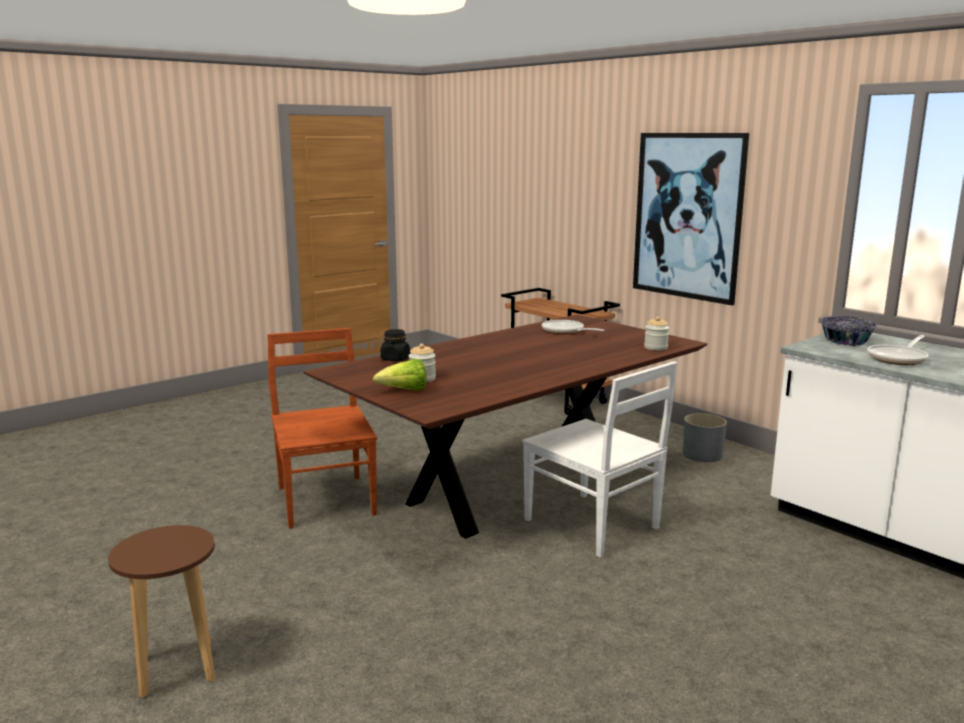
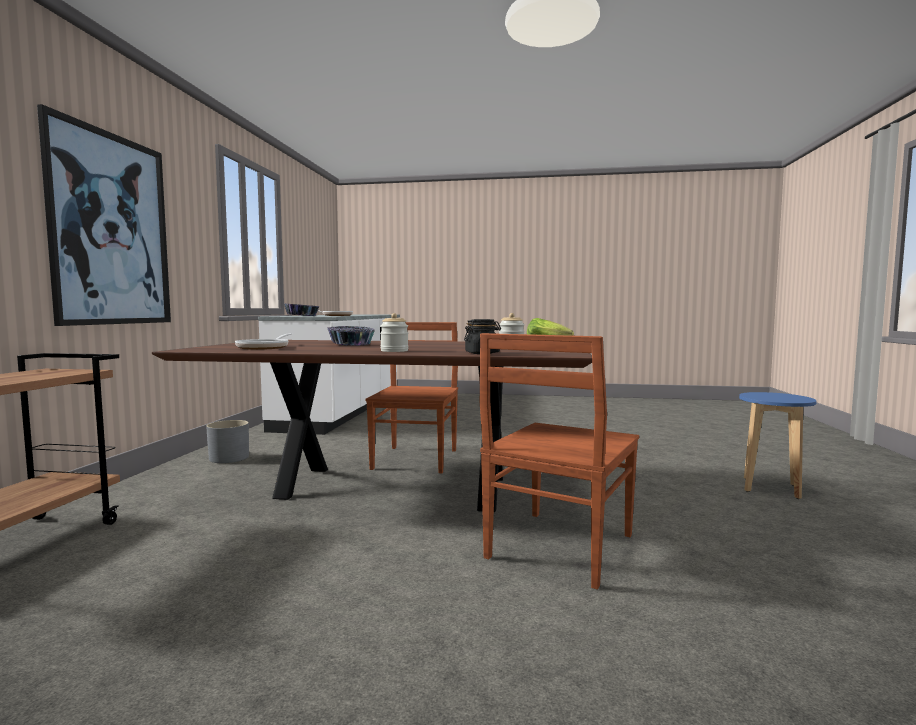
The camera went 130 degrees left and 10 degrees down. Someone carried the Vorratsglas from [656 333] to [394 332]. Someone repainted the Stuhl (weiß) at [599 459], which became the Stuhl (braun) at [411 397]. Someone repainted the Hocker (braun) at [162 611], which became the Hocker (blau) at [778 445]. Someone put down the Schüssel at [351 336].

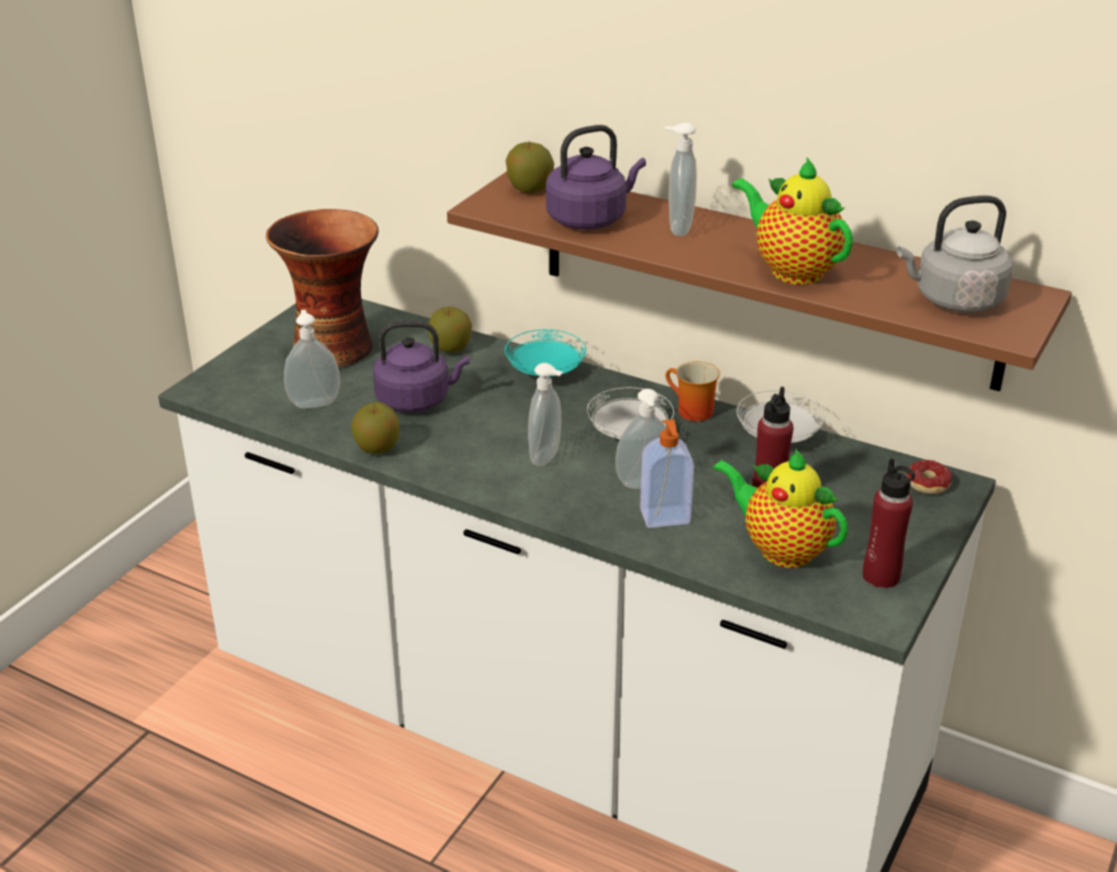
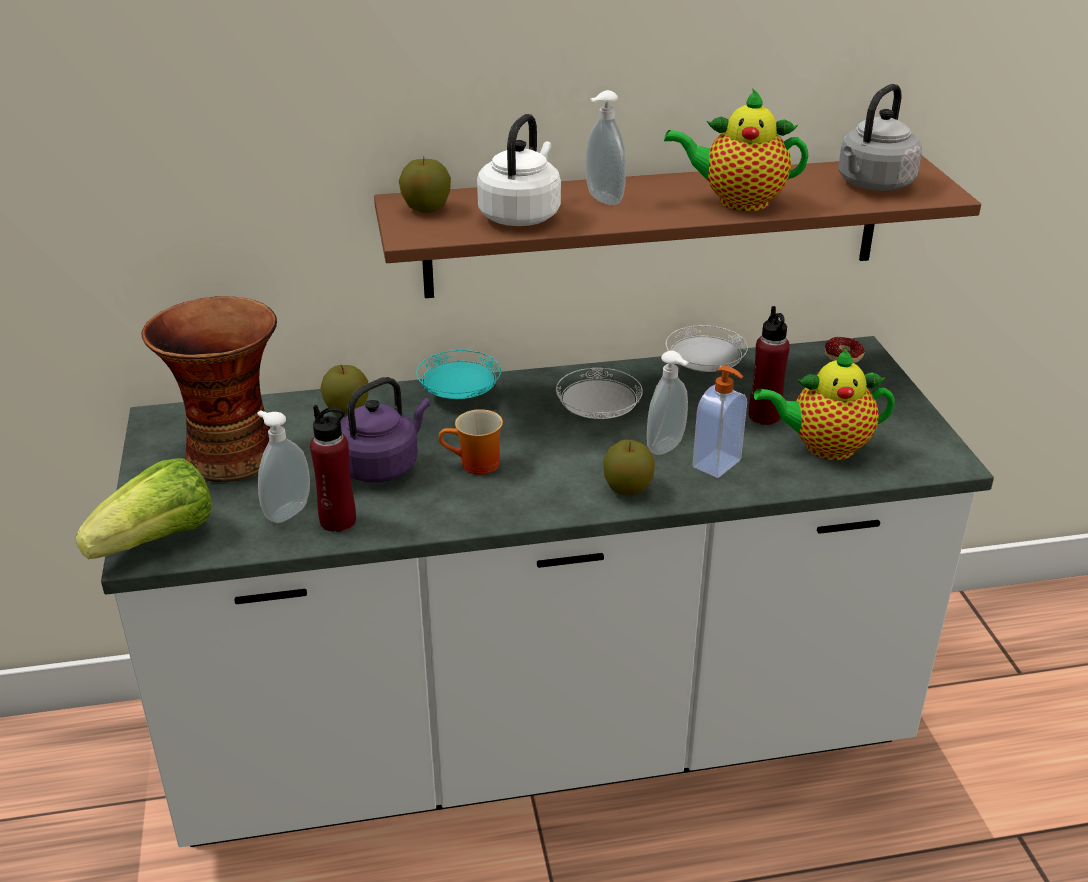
The camera went 40 degrees left and 0 degrees up. Someone repainted the Wasserkessel (lila) at [596 177], which became the Wasserkessel (weiß) at [519 170]. Someone carried the Henkelbecher from [693 391] to [470 442]. Someone took away the Seifenspender at [545 414]. Someone carried the Apfel from [375 428] to [629 468]. Someone carried the Flasche (rot) from [889 523] to [333 468]. Someone put down the Salatkopf at [143 508].

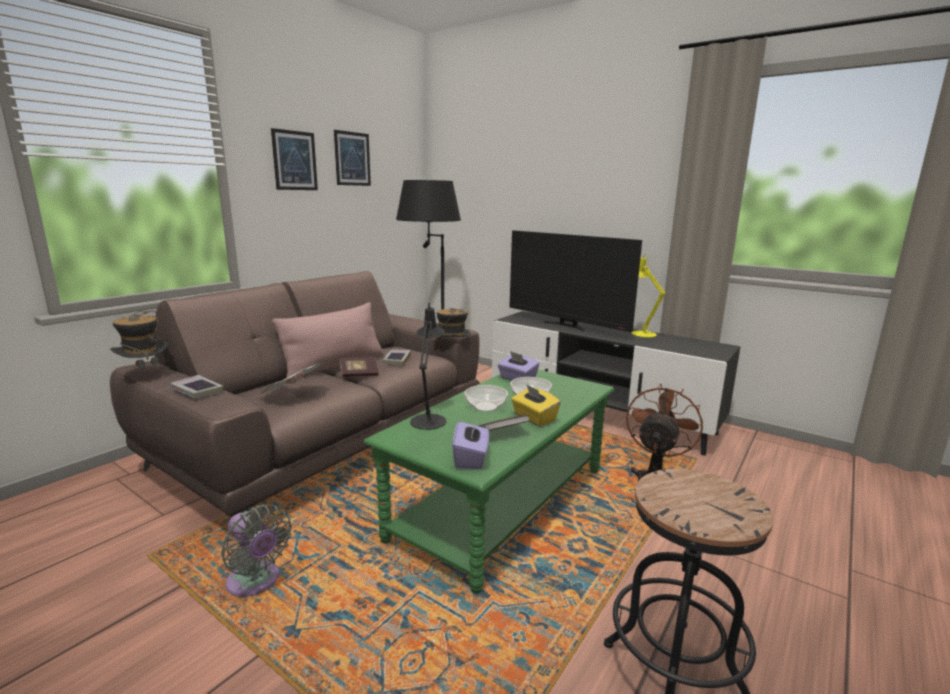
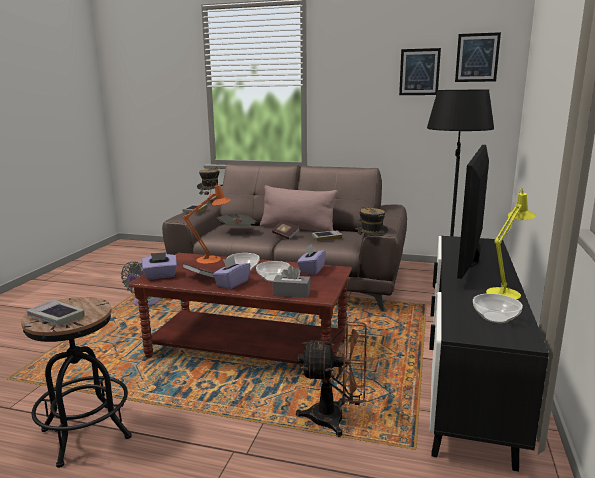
The camera went 70 degrees right and 0 degrees up. Someone carried the Bild from [294 159] to [478 57]. Someone repainted the Tischlampe (schwarz) at [428 366], which became the Tischlampe (orange) at [207 223]. Someone repainted the Couchtisch (grün) at [488 482], which became the Couchtisch (braun) at [240 318]. Someone repainted the Taschentuchbox (gelb) at [536 405], which became the Taschentuchbox (lila) at [232 272]. Someone put down the Taschentuchbox (grau) at [292 281]. Someone put down the Schüssel at [498 308]. Someone put down the Buch at [56 312].

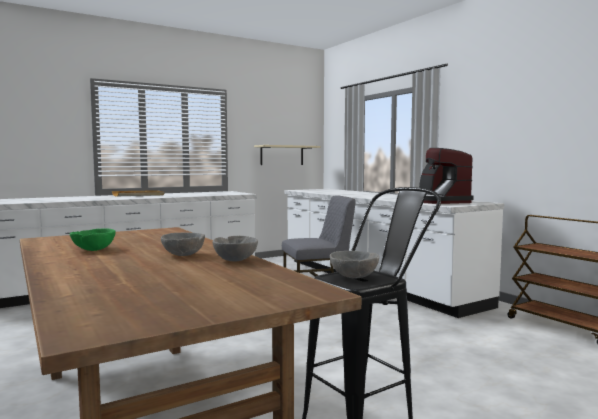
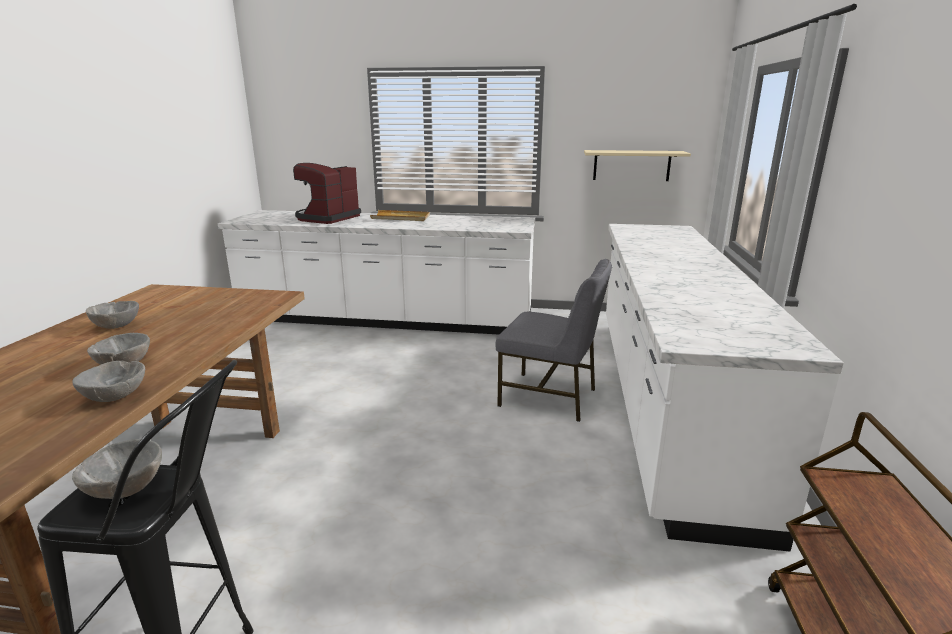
The camera went 40 degrees right and 15 degrees up. Someone carried the Kaffeemaschine from [446 176] to [327 193]. Someone repainted the Schüssel (grün) at [93 240], which became the Schüssel (grau) at [112 315].

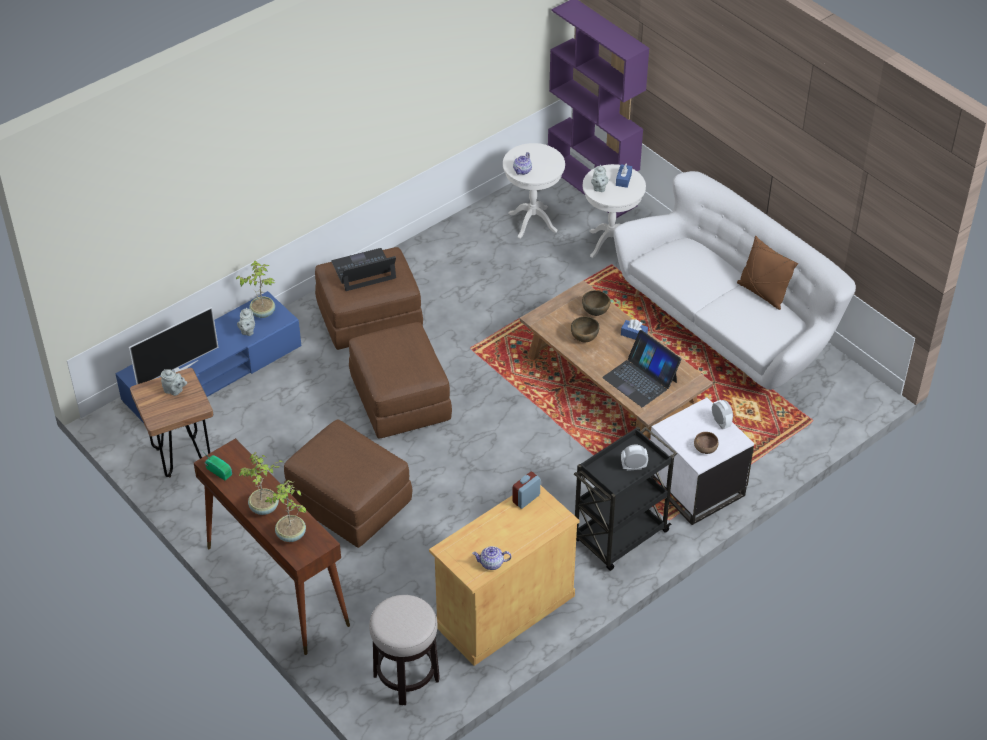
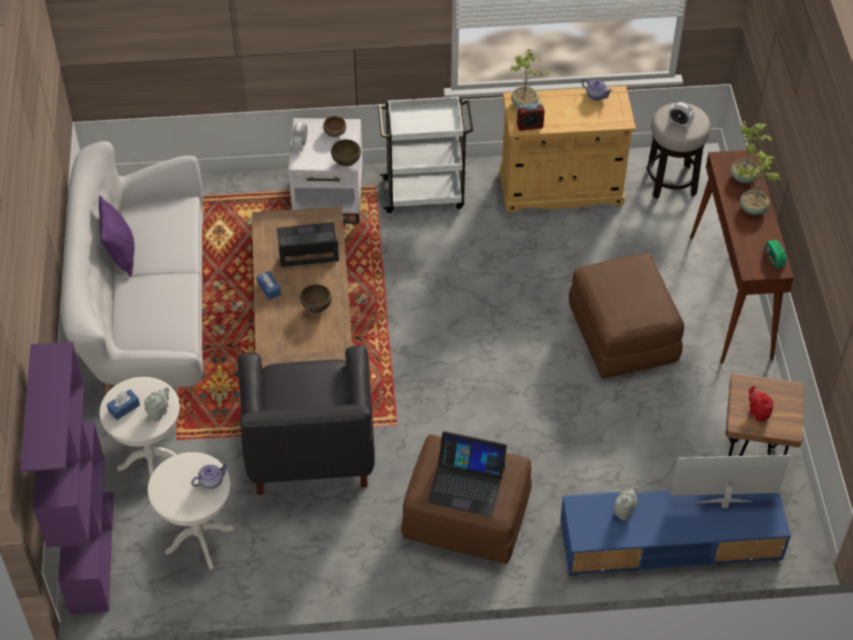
The camera went 145 degrees left and 5 degrees up. Someone repainted the Kissen (braun) at [767 273], which became the Kissen (lila) at [117 236]. Someone carried the Topfpflanze from [255 289] to [529 78]. Someone carried the Schüssel (braun) from [596 303] to [346 152]. Someone took away the Polsterhocker (braun) at [400 380]. Someone rotated the Laptop at [641 368] by 90 degrees counterclockwise. Someone repainted the Teekanne (grau) at [174 382], which became the Teekanne (rot) at [761 404]. Someone repainted the Rollwagen (schwarz) at [625 498], which became the Rollwagen (weiß) at [425 154]. Someone carried the Wecker from [634 458] to [681 115]. Someone put down the Sessel (schwarz) at [306 420].

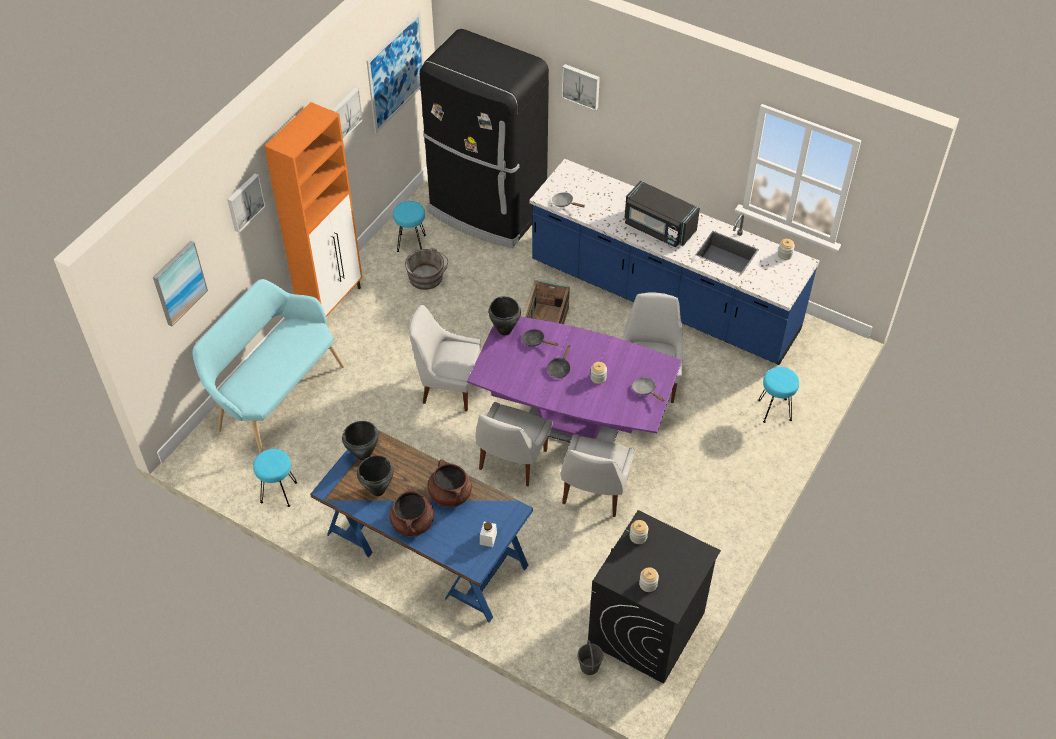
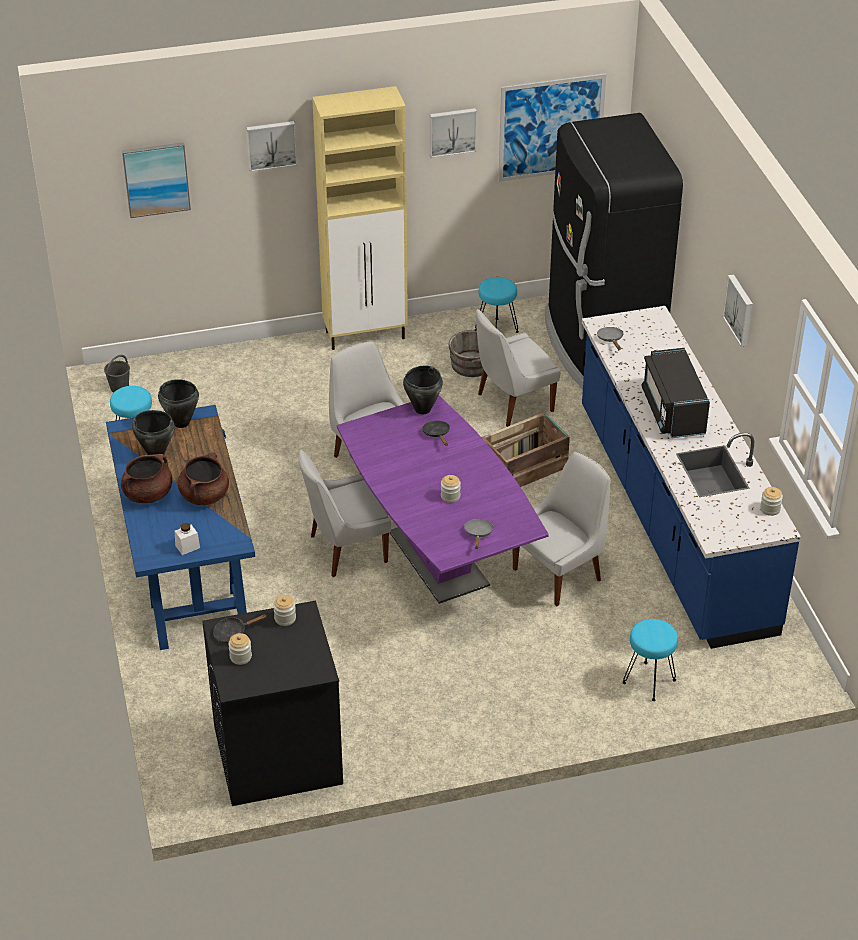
The camera went 45 degrees right and 10 degrees down. Someone carried the Bild from [581 87] to [737 310]. Someone repainted the Schrank (orange) at [313 209], which became the Schrank (beige) at [360 218]. Someone took away the Bank (türkis) at [268 366]. Someone carried the Pfanne (schwarz) from [559 361] to [239 628]. Someone carried the Stuhl (weiß) from [598 475] to [518 368]. Someone carried the Eimer (grau) from [590 657] to [117 374].

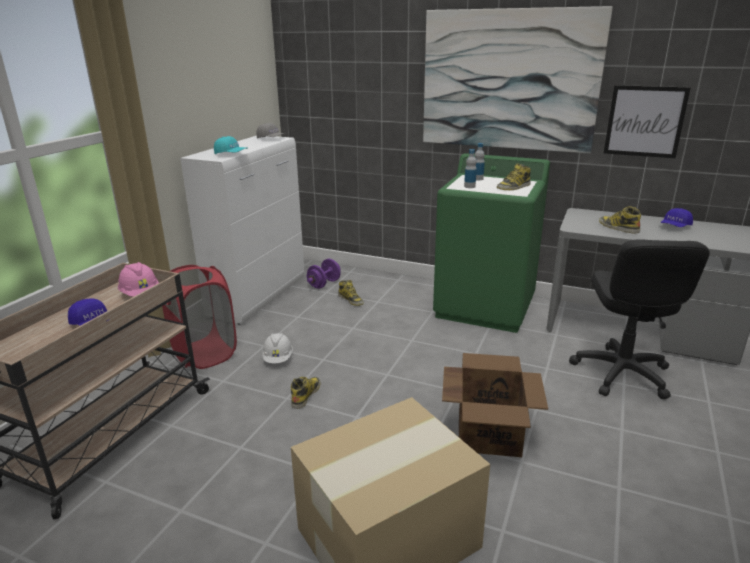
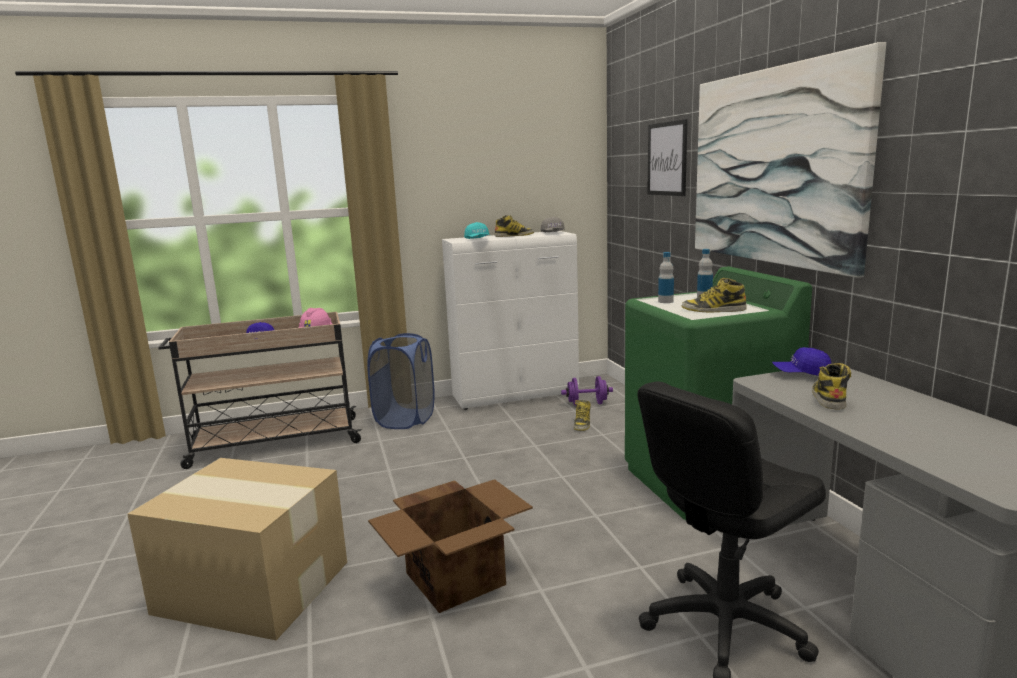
The camera went 50 degrees right and 10 degrees down. Someone carried the Bild from [647 121] to [667 157]. Someone carried the Kappe (blau) from [676 217] to [801 361]. Someone repainted the Wäschekorb (rot) at [199 317], which became the Wäschekorb (blau) at [401 381]. Someone took away the Schutzhelm (weiß) at [277 348]. Someone carried the Stiefel from [306 393] to [514 226].

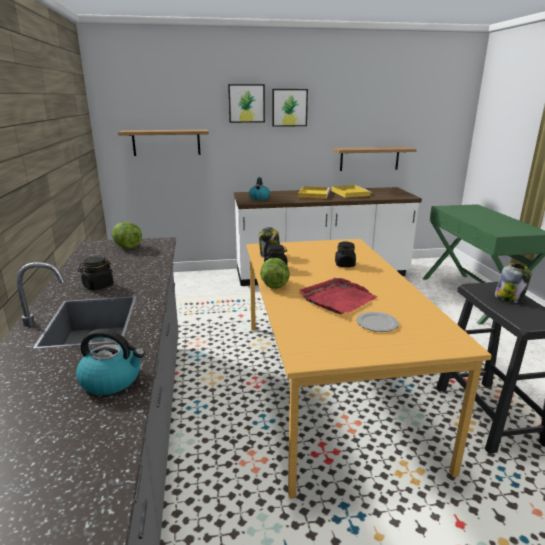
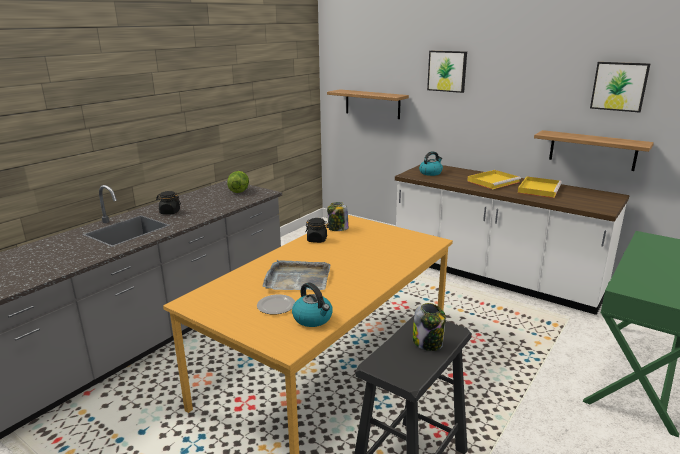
The camera went 45 degrees right and 0 degrees up. Someone carried the Bild from [290 108] to [620 87]. Someone took away the Vorratsglas (schwarz) at [345 254]. Someone took away the Salatkopf at [275 273]. Someone repainted the Tablett (rot) at [339 296], which became the Tablett (grau) at [296 275]. Someone carried the Wasserkessel from [110 362] to [312 304].

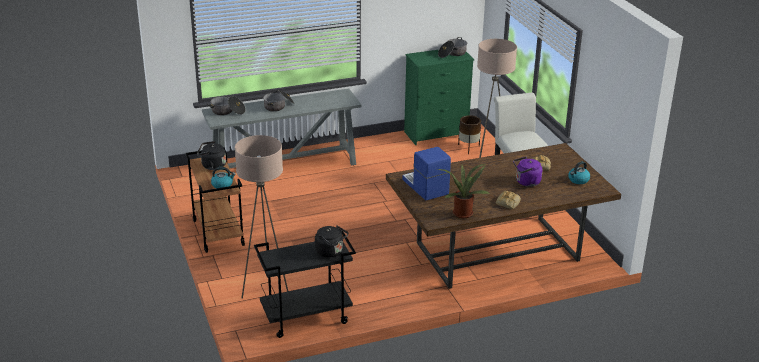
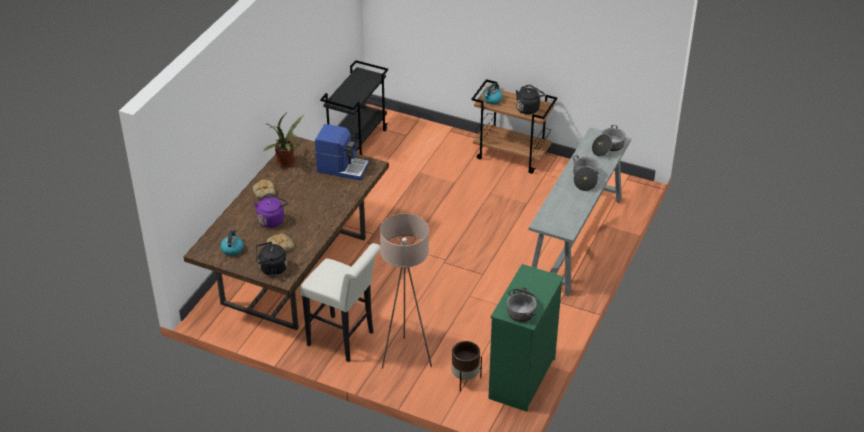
The camera went 135 degrees right and 10 degrees up. Someone took away the Stehlampe (beige) at [261 217]. Someone carried the Wasserkessel (schwarz) from [331 241] to [271 259].

